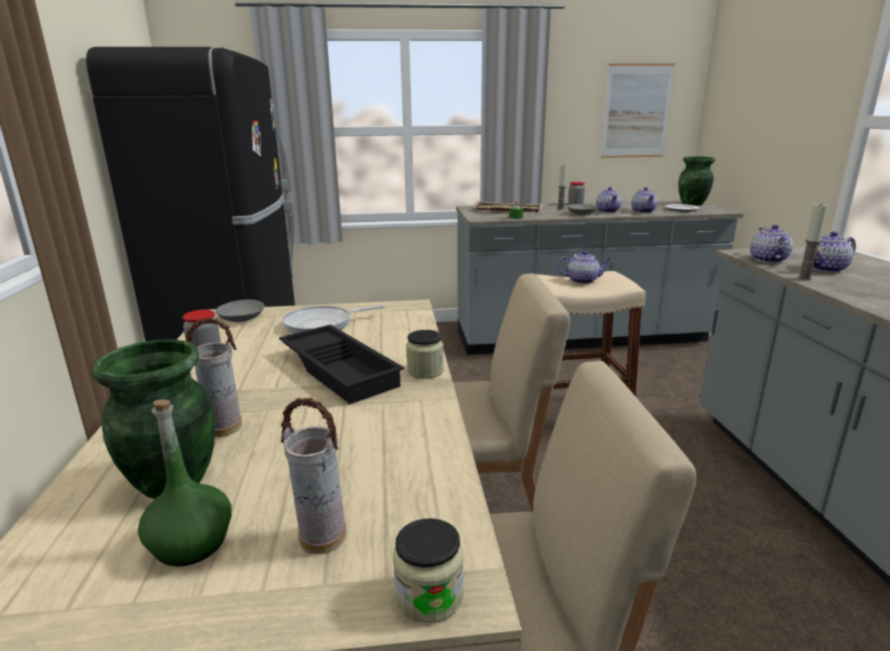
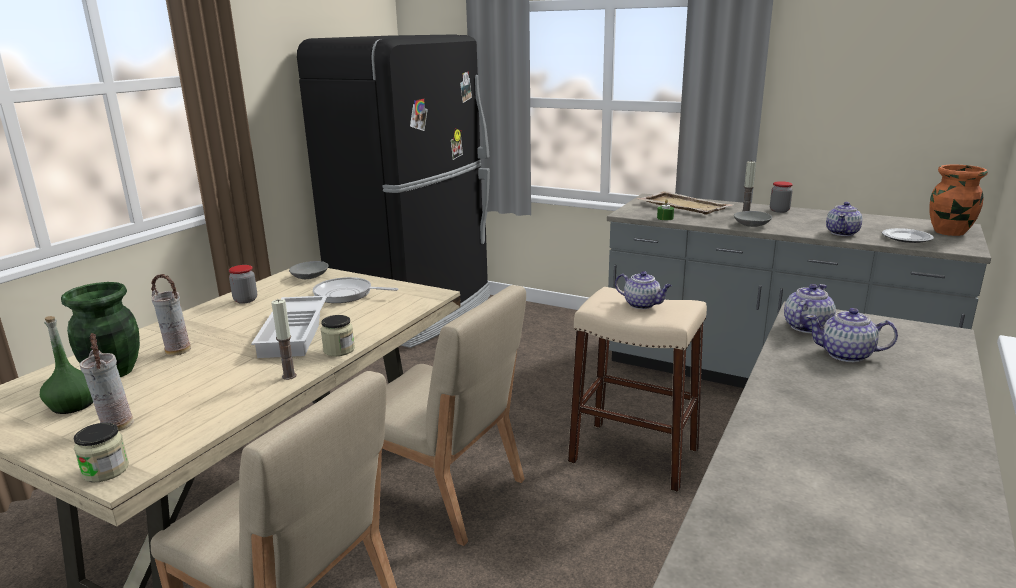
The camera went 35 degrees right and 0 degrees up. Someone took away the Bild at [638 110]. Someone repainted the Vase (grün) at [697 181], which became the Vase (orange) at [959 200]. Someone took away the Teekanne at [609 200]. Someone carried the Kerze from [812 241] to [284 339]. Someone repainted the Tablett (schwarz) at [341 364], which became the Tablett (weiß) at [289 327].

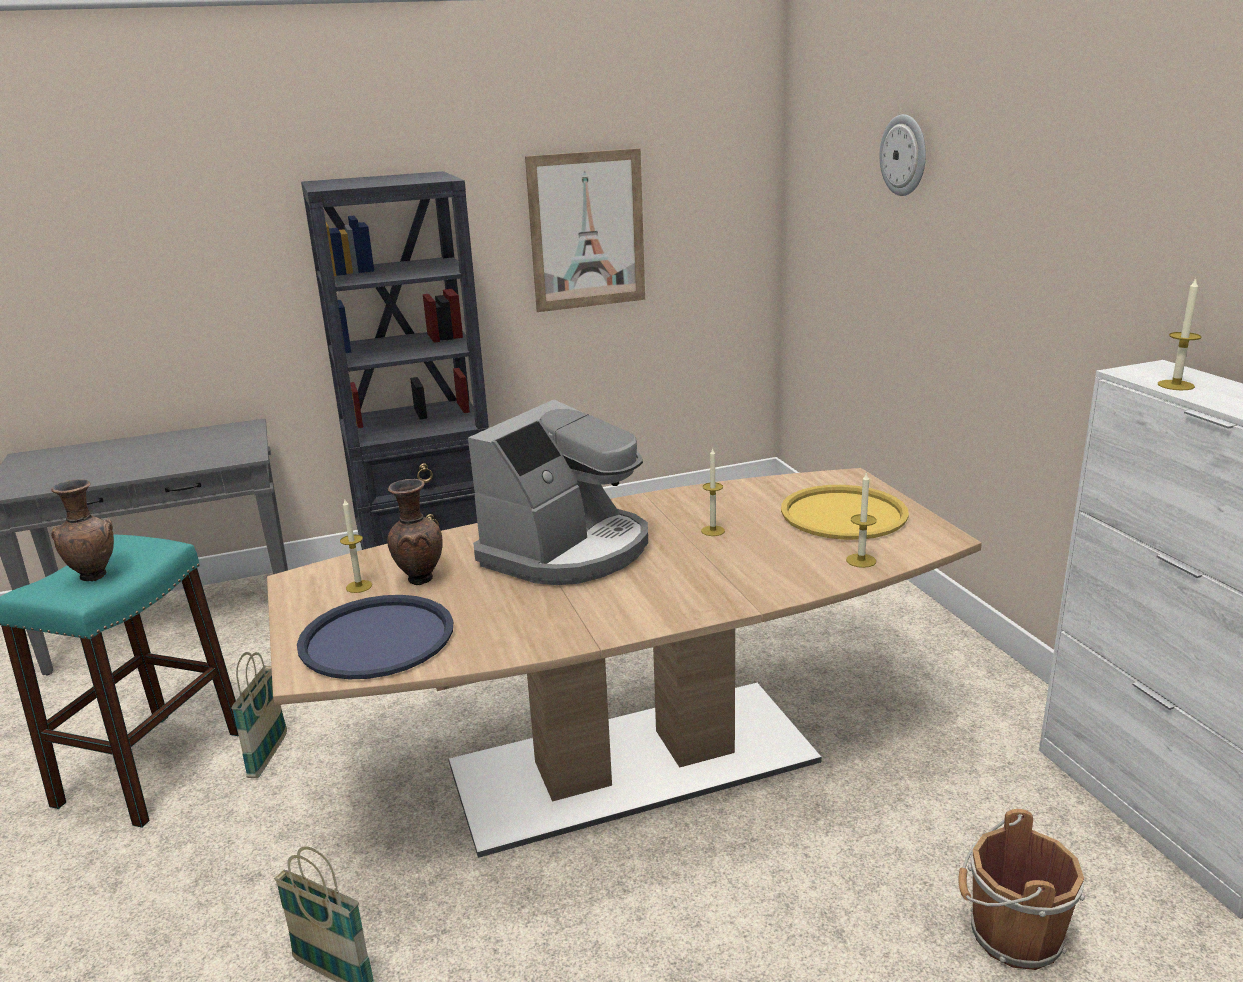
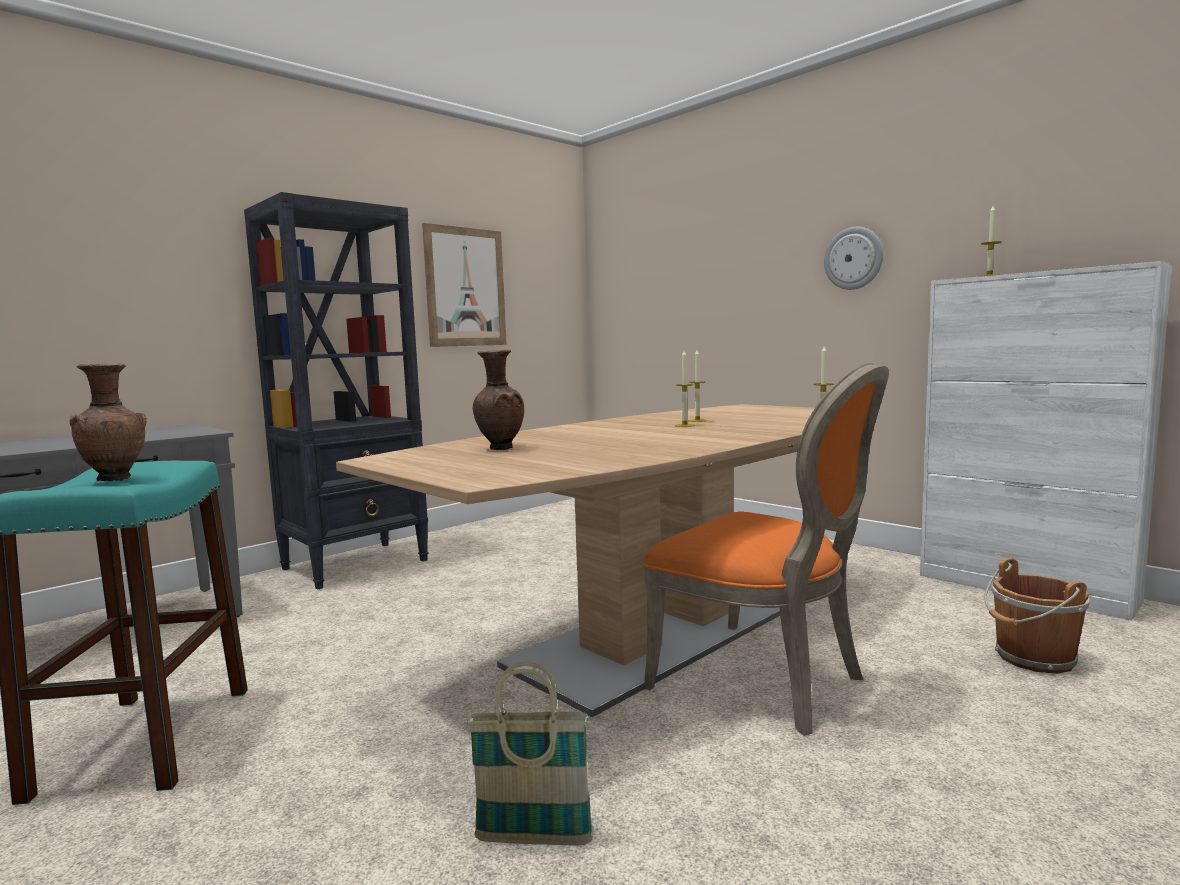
The camera went 25 degrees left and 15 degrees down. Someone carried the Wanduhr from [903 155] to [853 258]. Someone took away the Kaffeemaschine at [558 492]. Someone took away the Tablett (gelb) at [845 512]. Someone carried the Kerze from [356 546] to [685 389]. Someone took away the Tablett (blau) at [375 637]. Someone took away the Korb at [259 715]. Someone put down the Stuhl (orange) at [766 549].

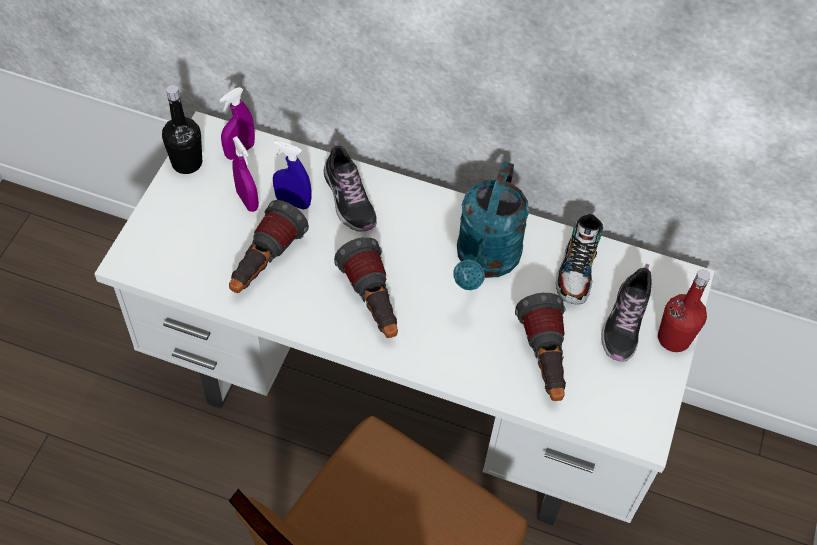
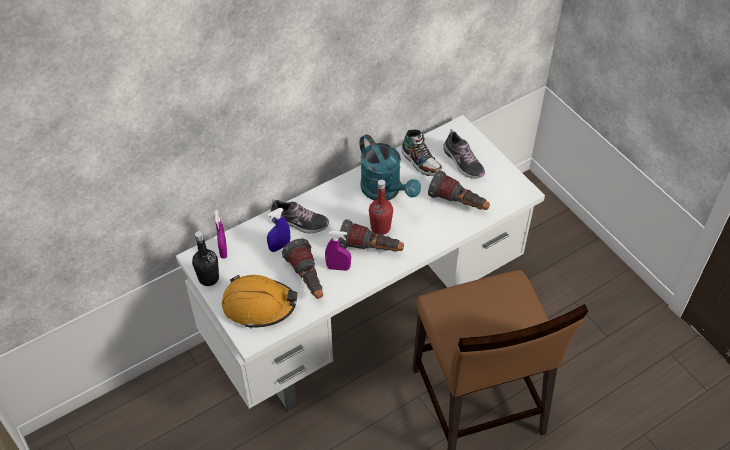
The camera went 50 degrees left and 5 degrees down. Someone carried the Sprühflasche (lila) from [245 174] to [338 251]. Someone carried the Flasche (rot) from [684 310] to [381 207]. Someone put down the Schutzhelm (orange) at [260 302].

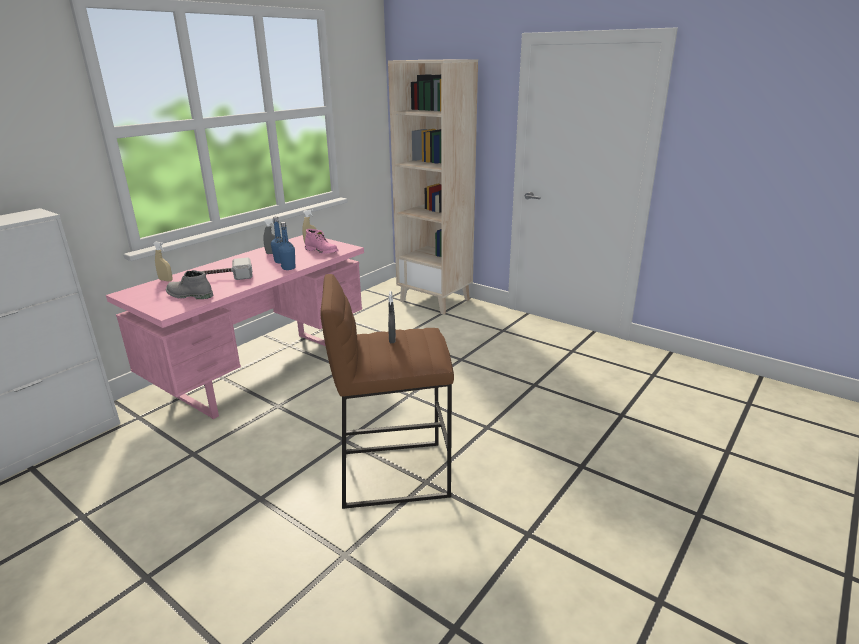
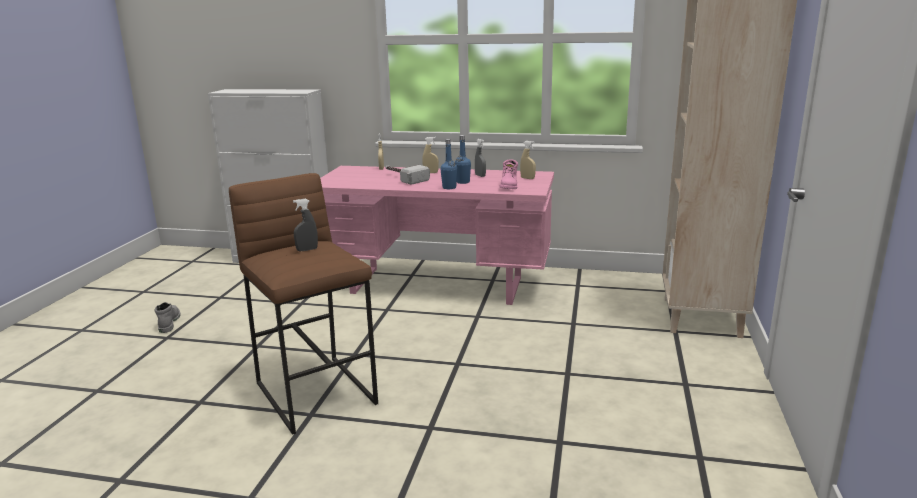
The camera went 65 degrees right and 5 degrees down. Someone carried the Stiefel (grau) from [189 284] to [167 317]. Someone put down the Sprühflasche (beige) at [430 155].

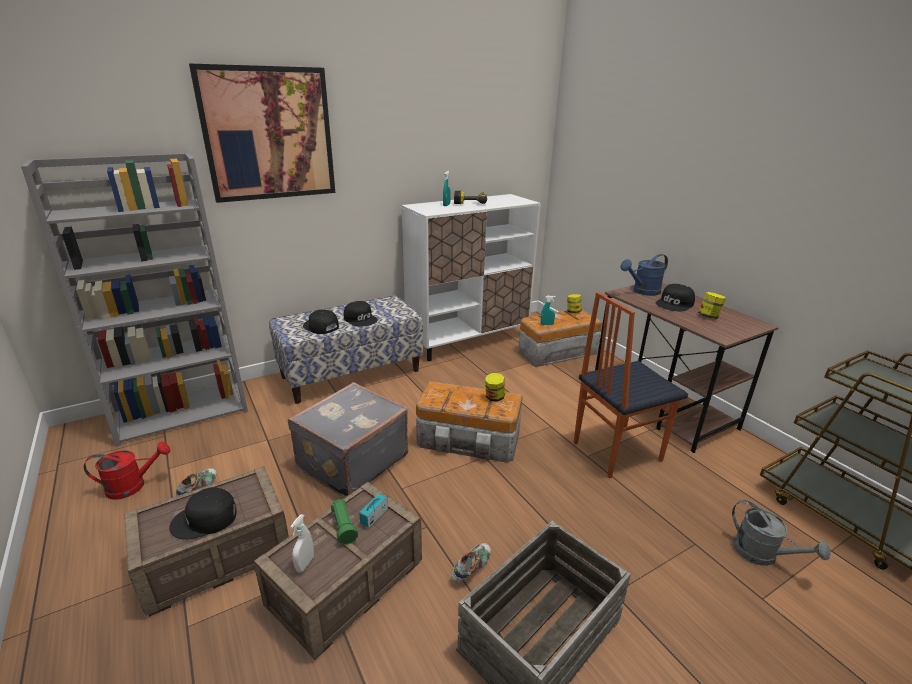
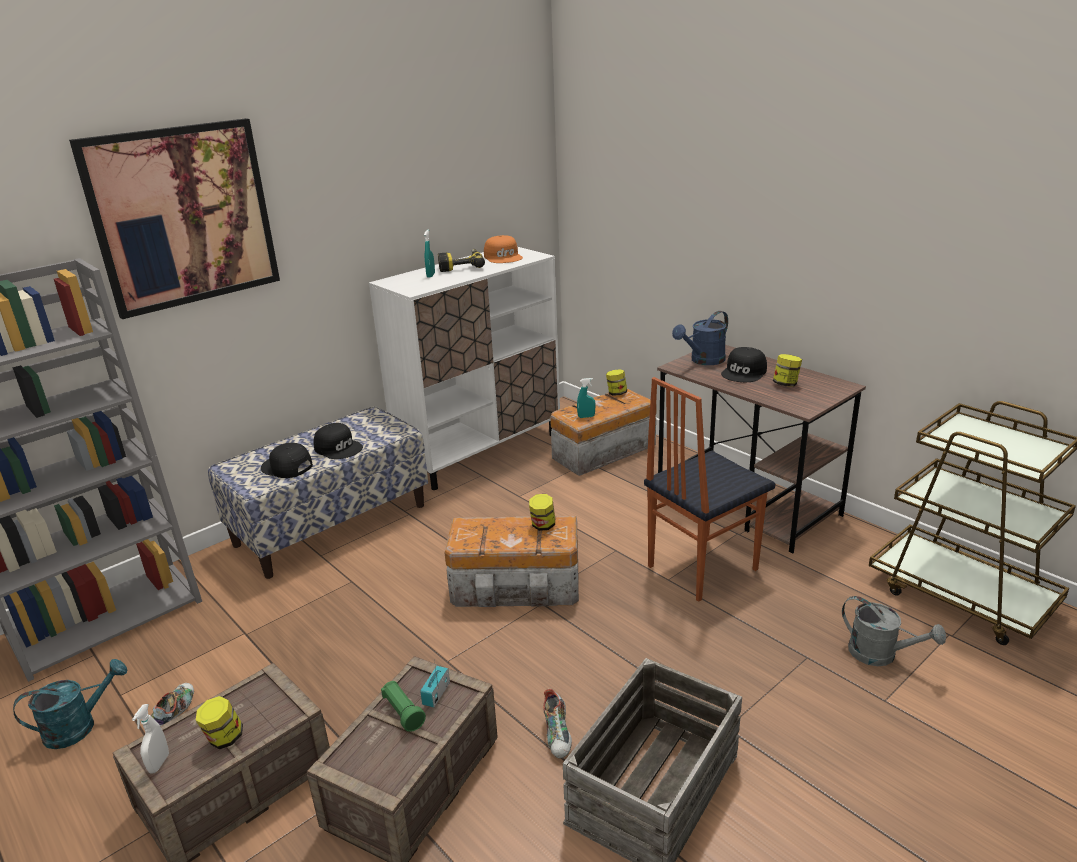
The camera went 10 degrees left and 0 degrees up. Someone took away the Koffer (grau) at [348 440]. Someone repainted the Gießkanne (rot) at [127 471], which became the Gießkanne (türkis) at [70 704]. Someone swapped the Kappe (schwarz) at [203 513] for the Vorratsglas at [219 722]. Someone carried the Sprühflasche (weiß) from [302 543] to [150 739]. Someone rotated the Schuh at [471 562] by 150 degrees clockwise. Someone put down the Kappe (orange) at [503 249].

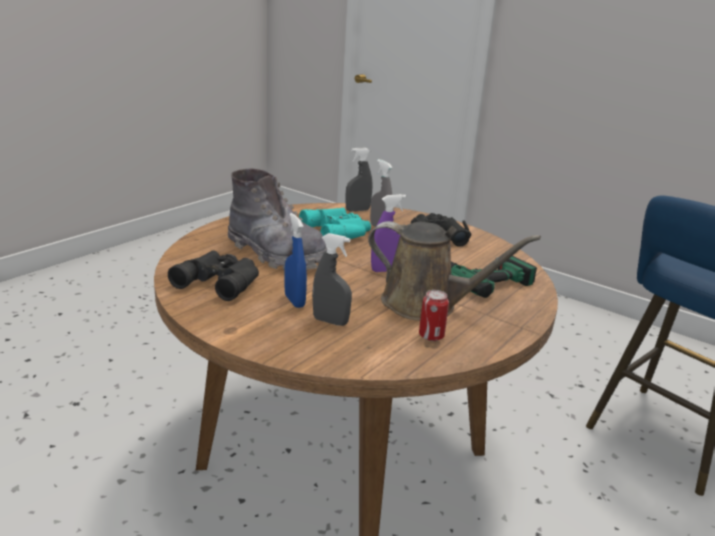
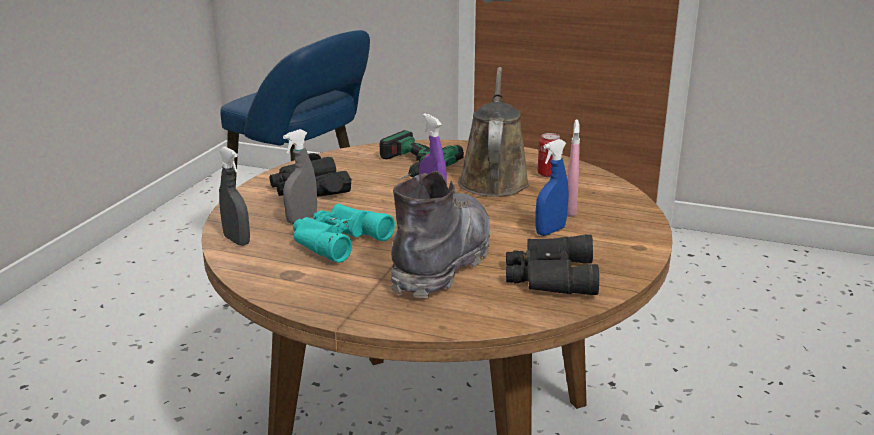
The camera went 105 degrees left and 0 degrees up. Someone repainted the Sprühflasche (grau) at [332 279], which became the Sprühflasche (rosa) at [573 168].

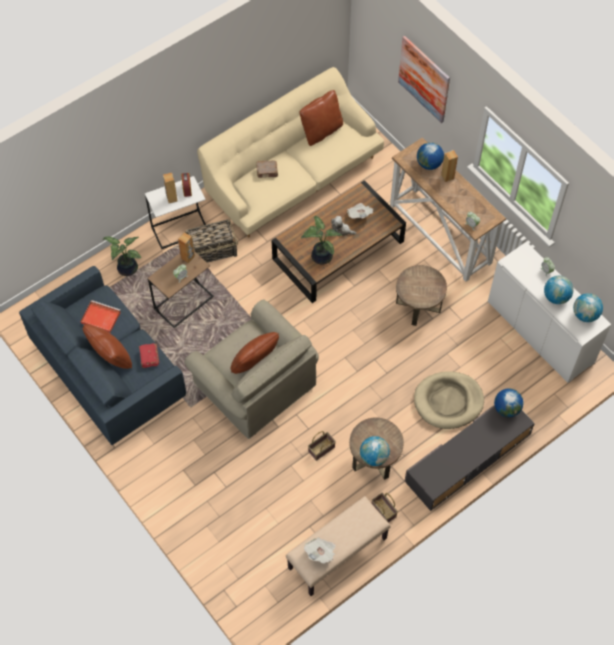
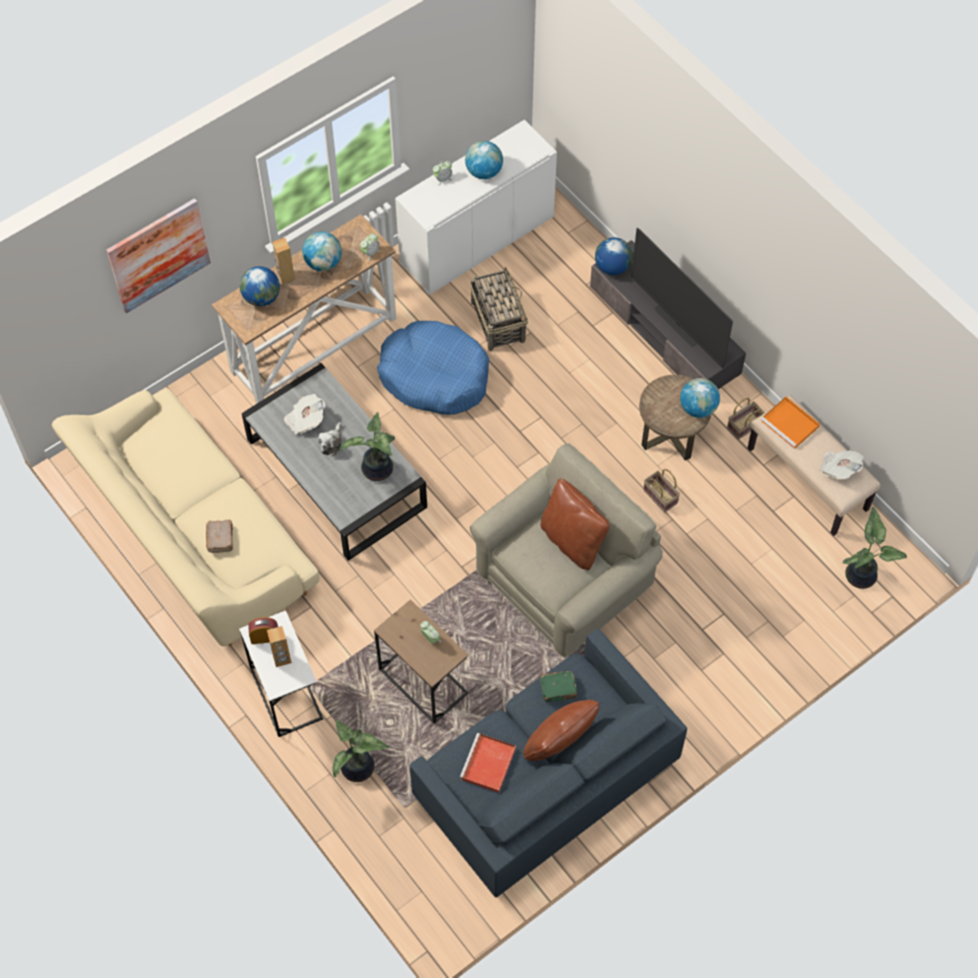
The camera went 90 degrees left and 0 degrees up. Someone took away the Kissen (braun) at [321 118]. Someone repainted the Couchtisch (braun) at [339 241], which became the Couchtisch (grau) at [334 462]. Someone carried the Korb from [211 241] to [499 309]. Someone took away the Lautsprecher (braun) at [186 248]. Someone swapped the Beistelltisch (braun) at [421 295] for the Hundebett (blau) at [433 368]. Someone carried the Globus from [588 307] to [322 251]. Someone repainted the Buch (rot) at [149 355], which became the Buch (grün) at [559 686]. Someone took away the Hundebett (beige) at [449 400]. Someone put down the Fernseher at [682 298]. Someone put down the Tablett (orange) at [790 423]. Someone put down the Topfpflanze at [875 548].

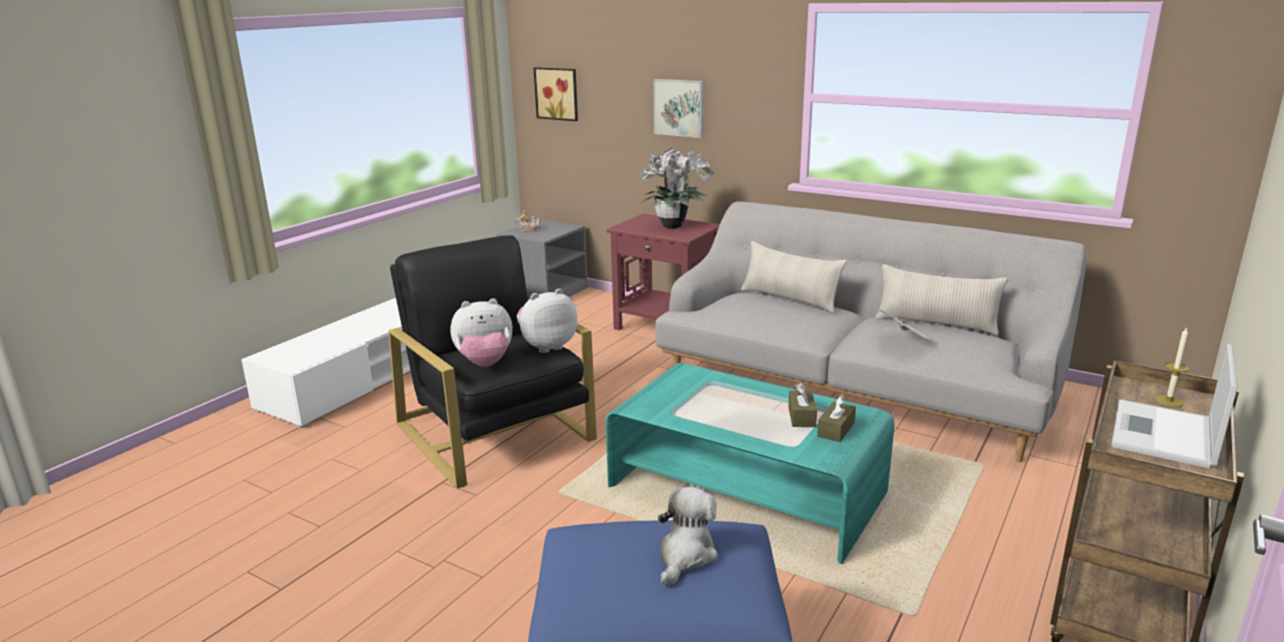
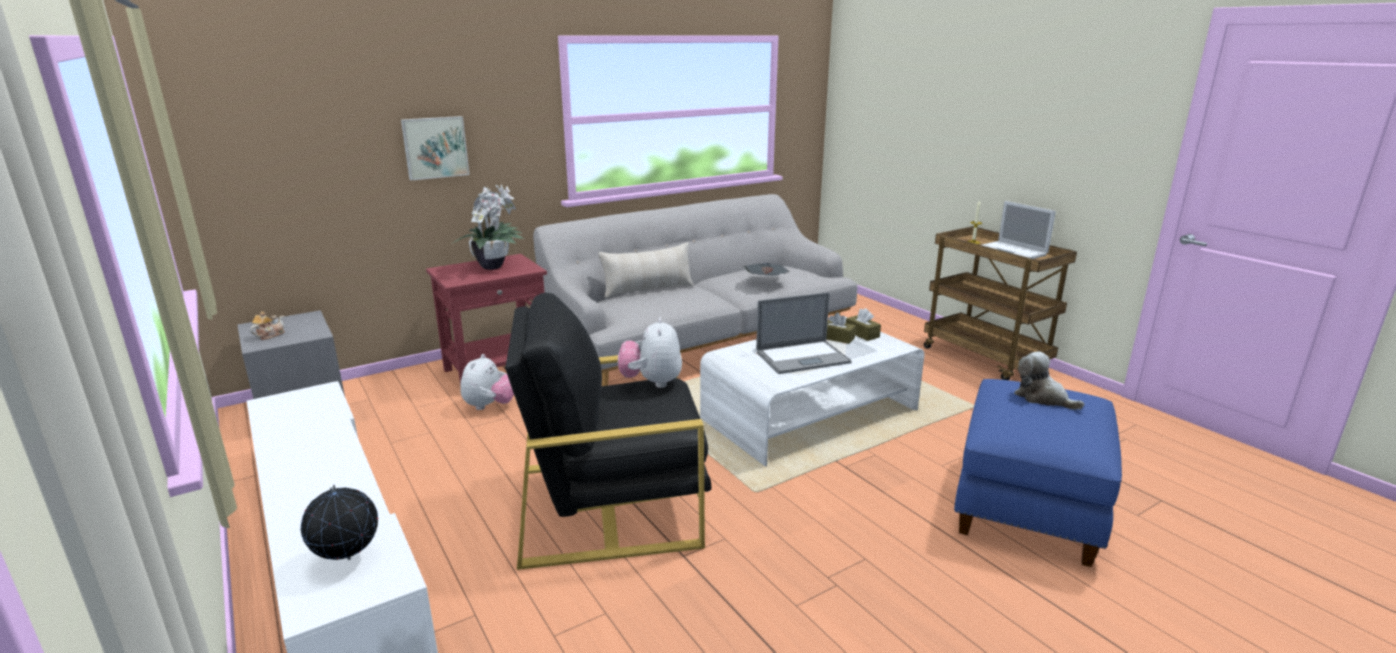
The camera went 65 degrees left and 0 degrees up. Someone took away the Bild at [556 94]. Someone took away the Kissen (beige) at [941 299]. Someone carried the Plüschtier from [481 332] to [487 382]. Someone repainted the Couchtisch (türkis) at [750 463], which became the Couchtisch (weiß) at [812 392]. Someone put down the Laptop at [804 333]. Someone put down the Globus at [339 522].

